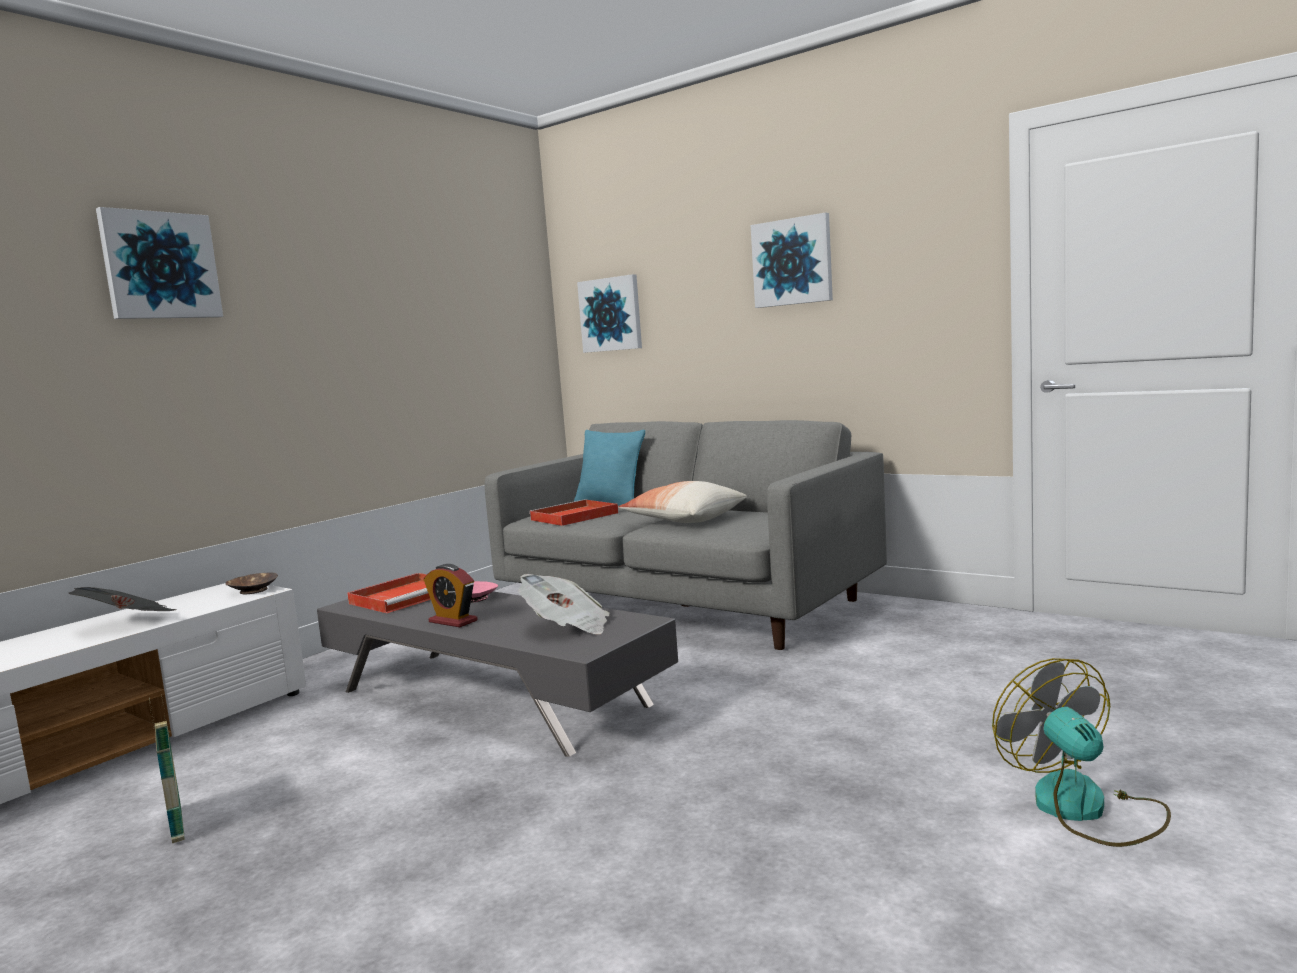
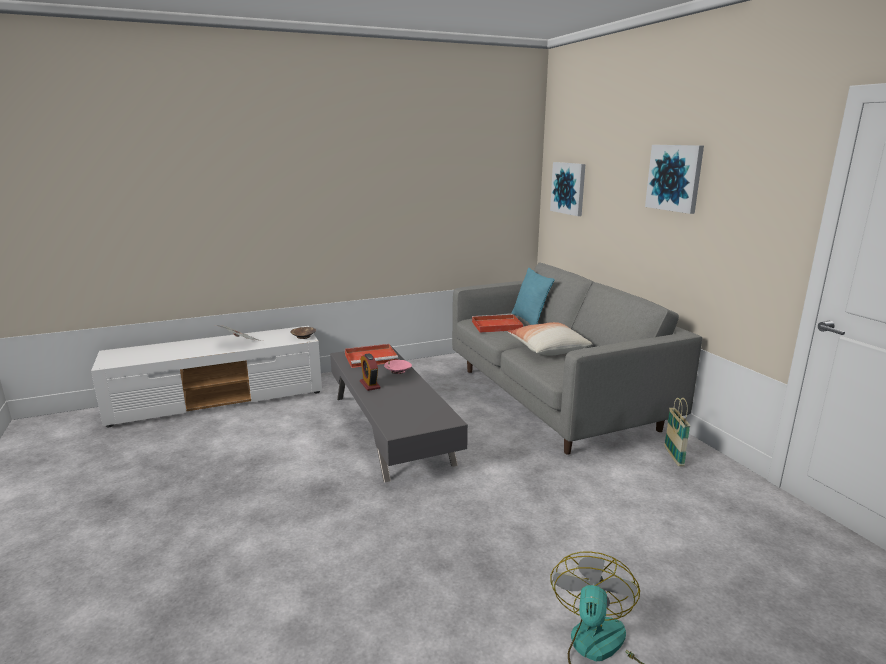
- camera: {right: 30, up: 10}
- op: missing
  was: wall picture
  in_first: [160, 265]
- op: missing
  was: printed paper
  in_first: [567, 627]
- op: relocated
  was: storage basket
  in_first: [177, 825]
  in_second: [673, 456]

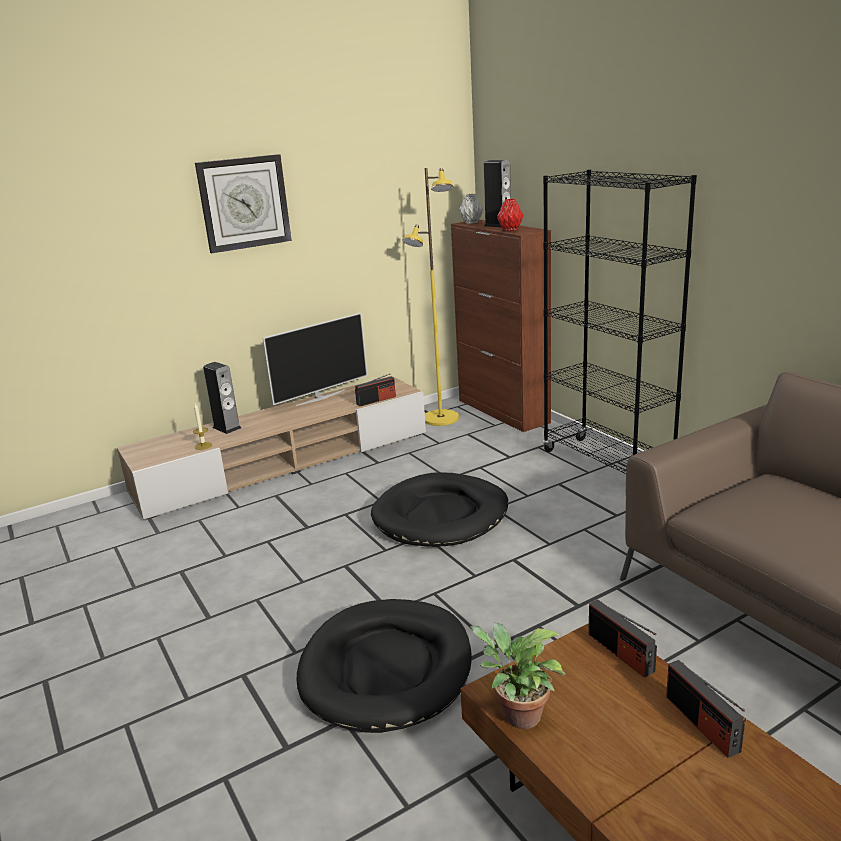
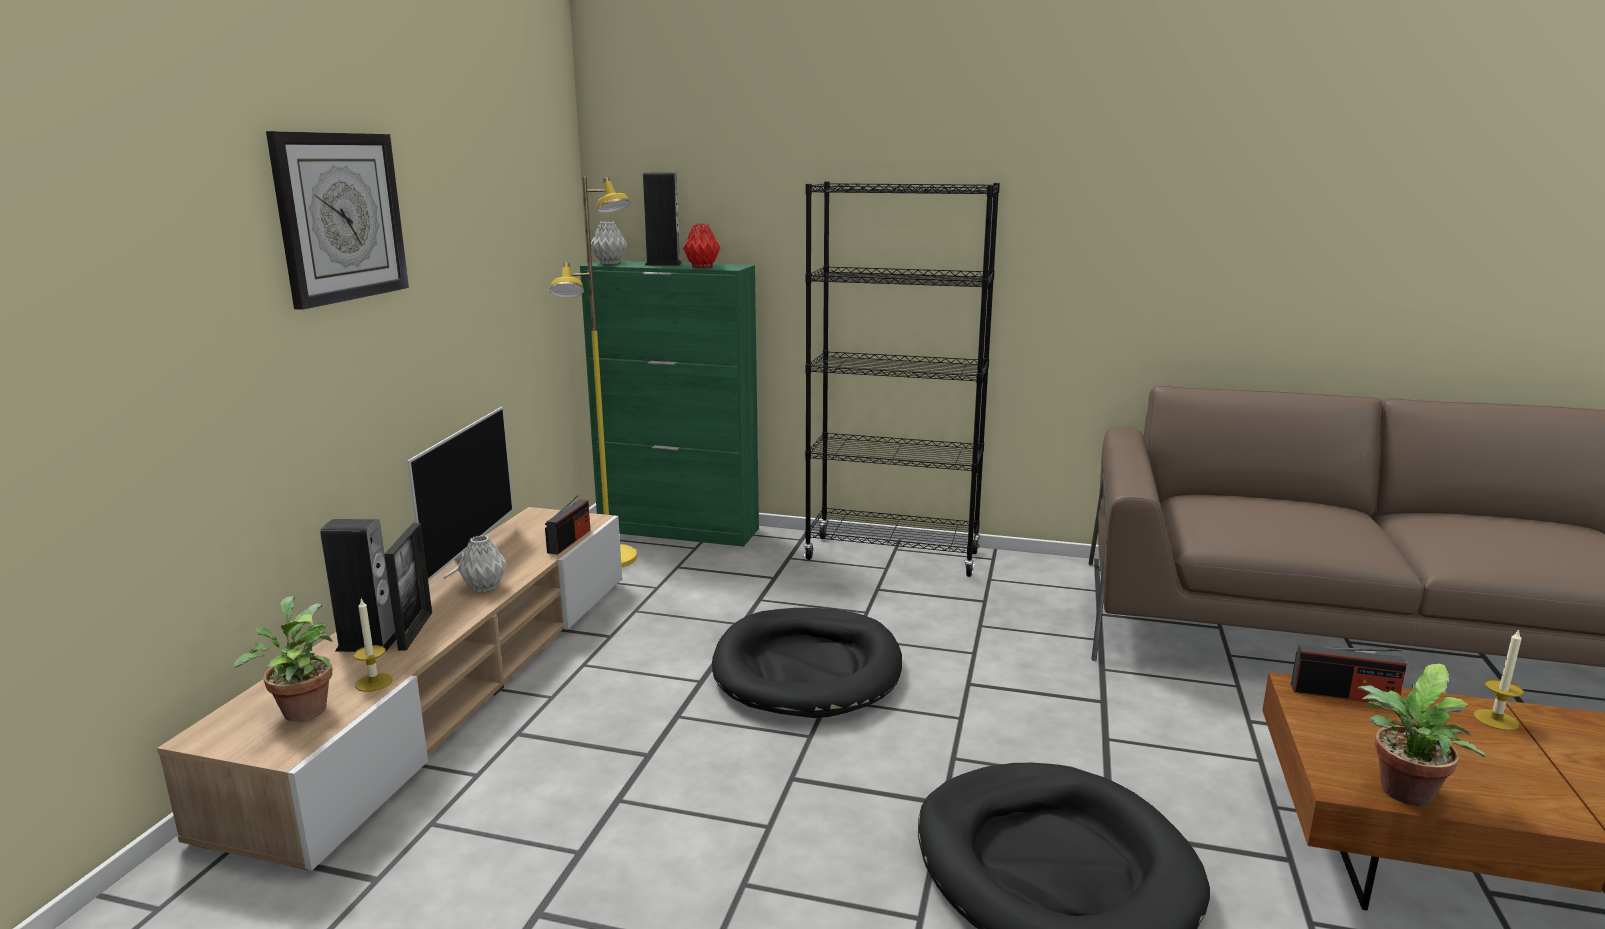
- camera: {right: -45, up: -5}
- op: colour
  was: brown-coloured storage cabinet
  now: greenish storage cabinet
  in_first: [503, 411]
  in_second: [679, 530]
- op: exchanged
  was: radio receiver
  now: wax candle
  in_first: [702, 723]
  in_second: [1496, 720]
- op: appeared
  now: picture frame
  in_second: [415, 631]
- op: appeared
  now: greyish decorative vase
  in_second: [484, 587]
- op: appeared
  now: potted plant
  in_second: [302, 709]

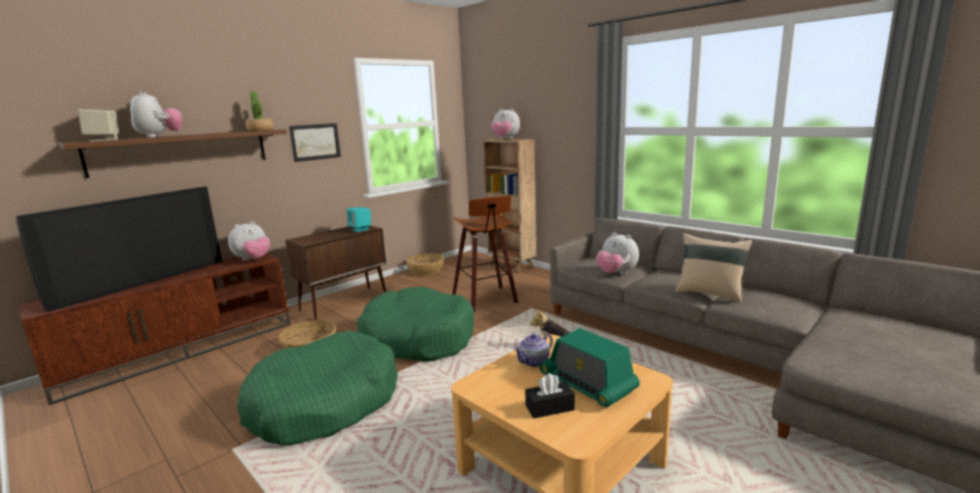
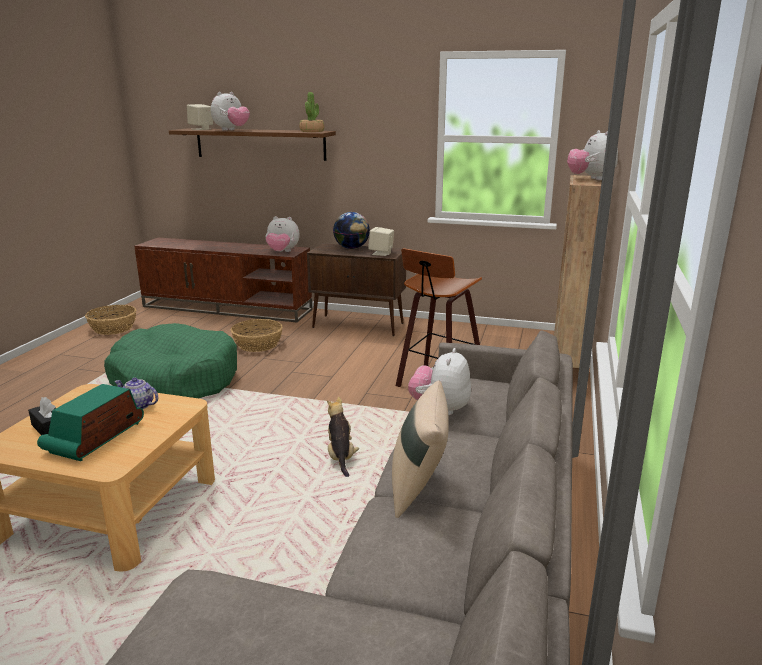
- camera: {right: 60, up: 5}
- op: missing
  was: wall picture
  in_first: [315, 142]
- op: missing
  was: TV set
  in_first: [142, 282]
- op: colour
  was: turquoise-coloured audio speaker
  now: sand-coloured audio speaker
  in_first: [360, 229]
  in_second: [381, 253]
- op: relocated
  was: storage basket
  in_first: [425, 271]
  in_second: [113, 328]
- op: missing
  was: greenish pet bed
  in_first: [418, 338]
- op: appeared
  now: desk globe
  in_second: [351, 248]

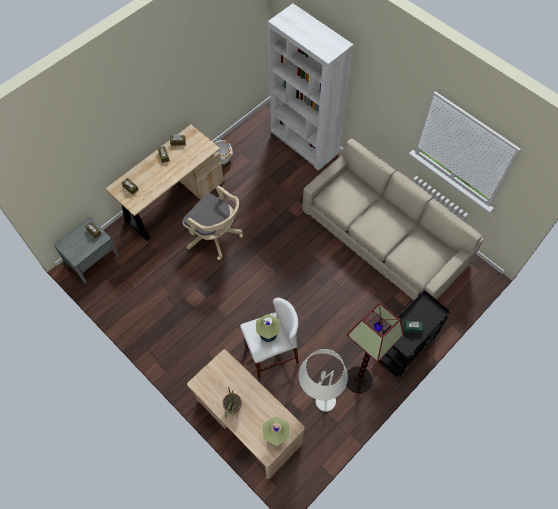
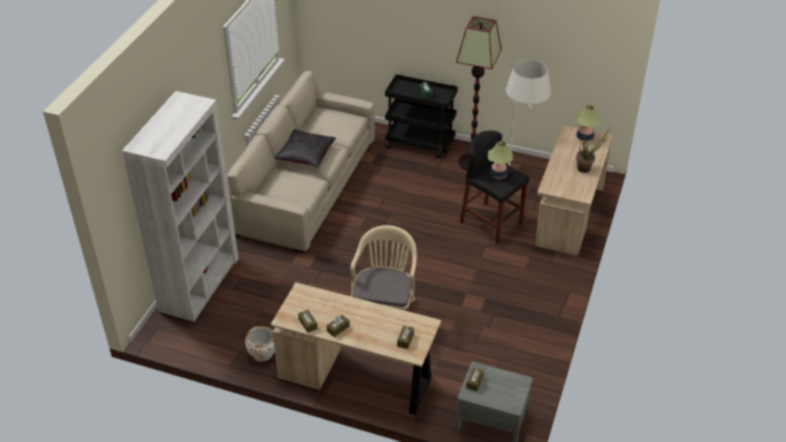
- camera: {right: -115, up: -20}
- op: colour
  was: white-coloured sitting stool
  now: black sitting stool
  in_first: [271, 354]
  in_second: [491, 223]
- op: appeared
  now: black cushion
  in_second: [306, 155]

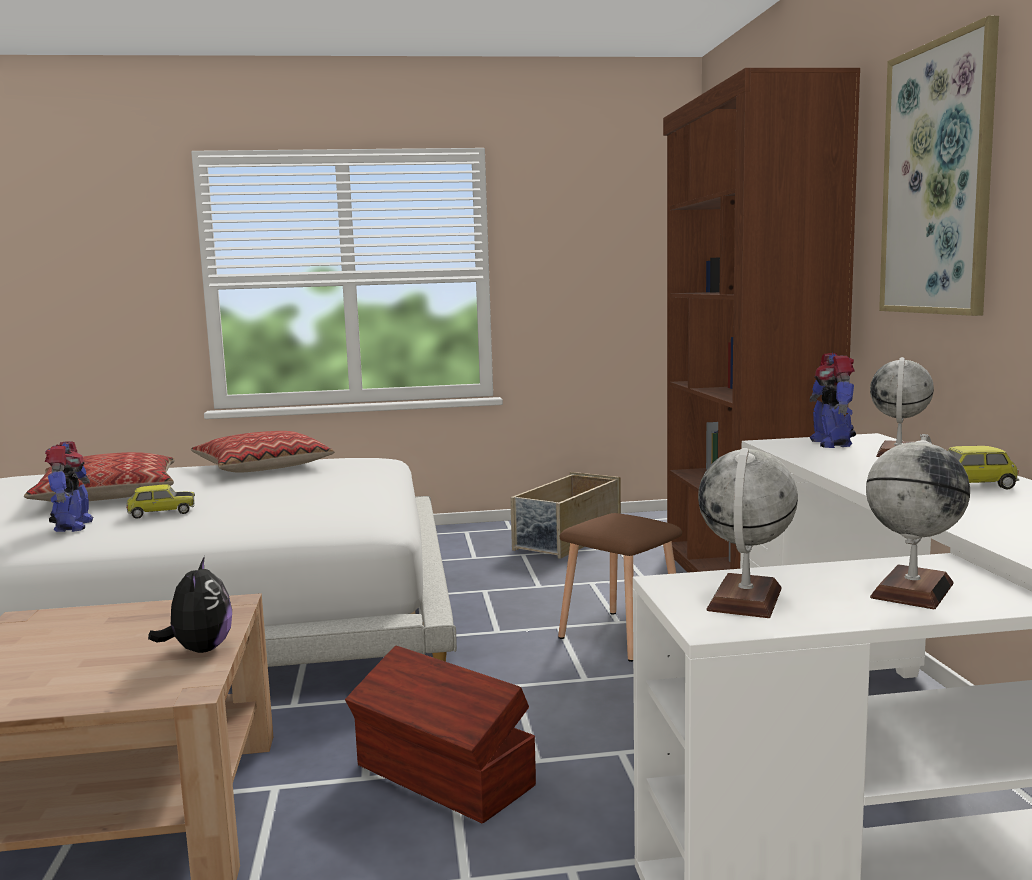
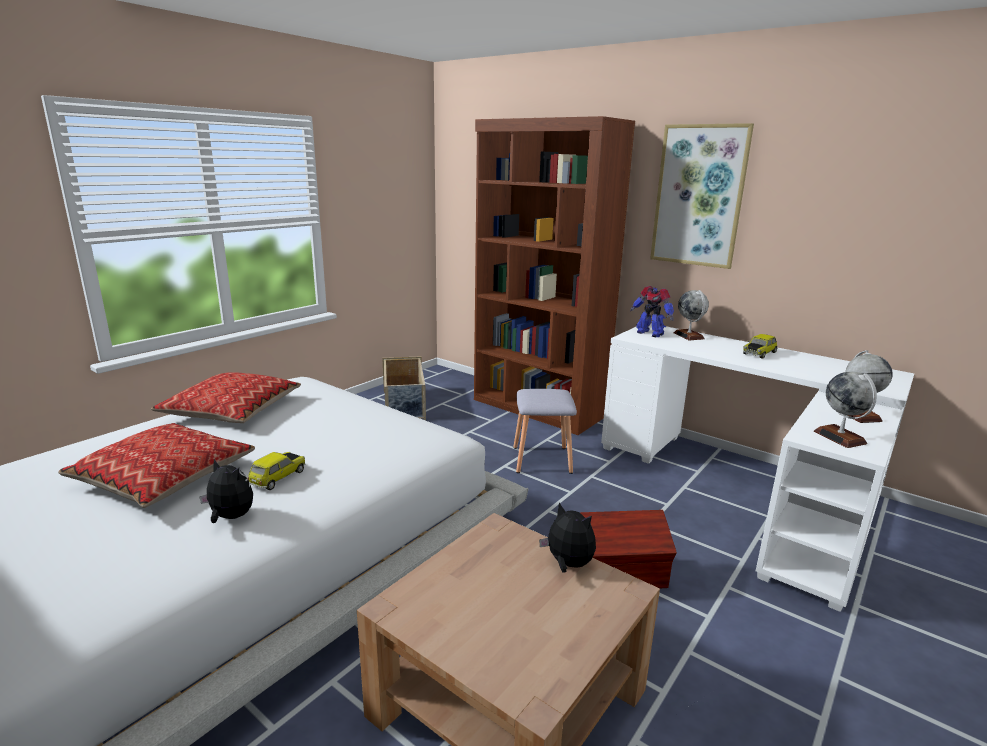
- camera: {right: -45, up: 10}
- op: exchanged
  was: model robot
  now: soft toy
  in_first: [72, 526]
  in_second: [230, 517]
- op: colour
  was: brown-coloured sitting stool
  now: greyish sitting stool
  in_first: [623, 635]
  in_second: [543, 459]

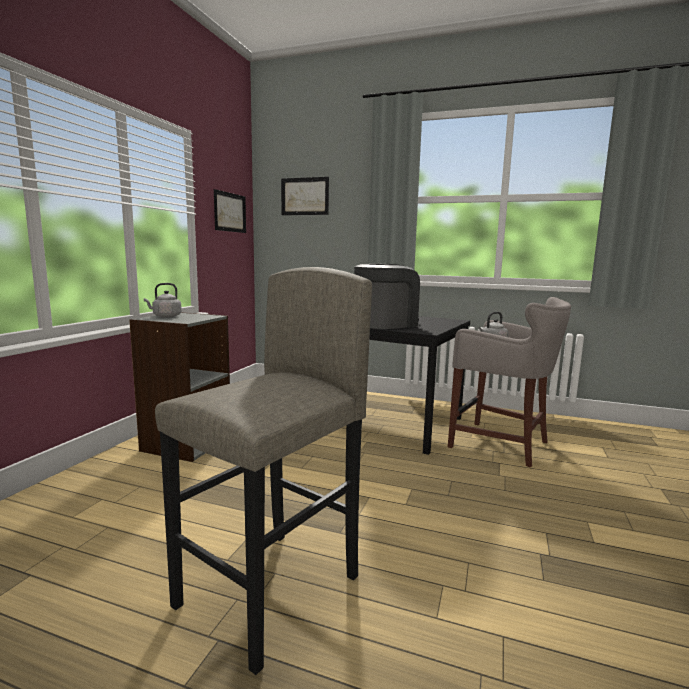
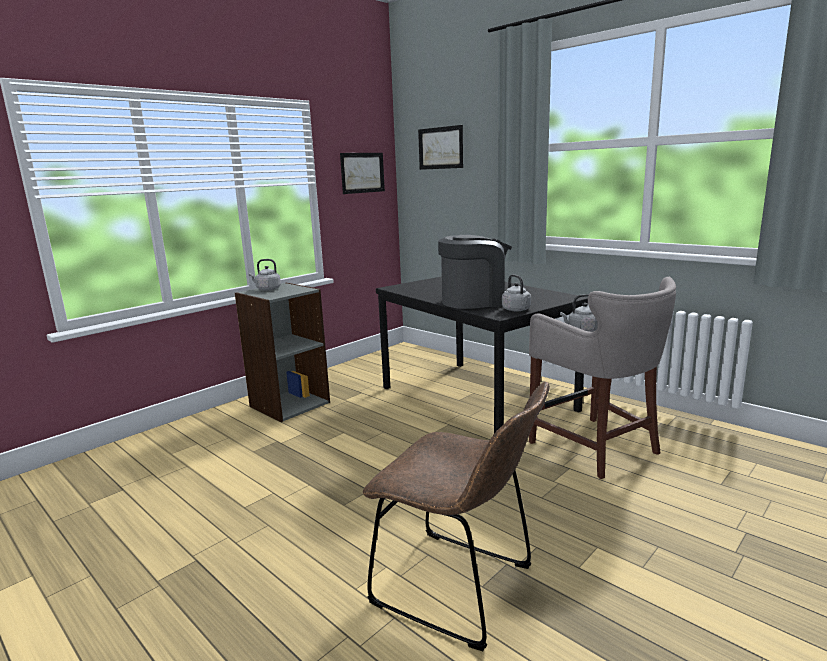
- camera: {right: 25, up: 5}
- op: missing
  was: greyish sitting stool
  in_first: [271, 592]
- op: appeared
  now: greyish water kettle
  in_second: [517, 310]
- op: appeared
  now: brown-coloured plain chair
  in_second: [460, 588]

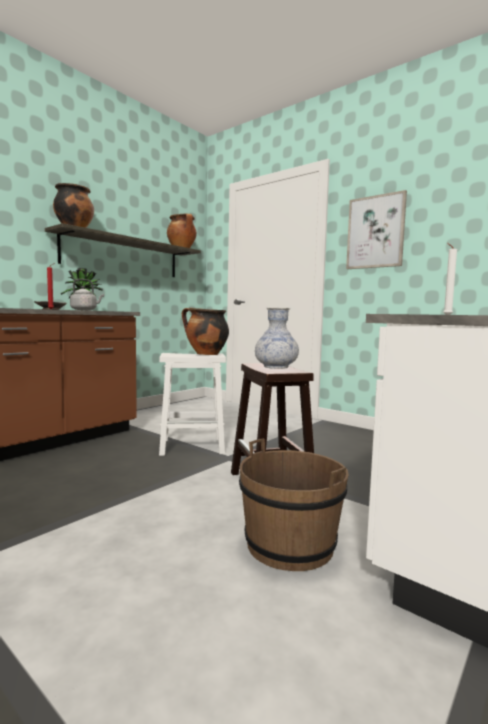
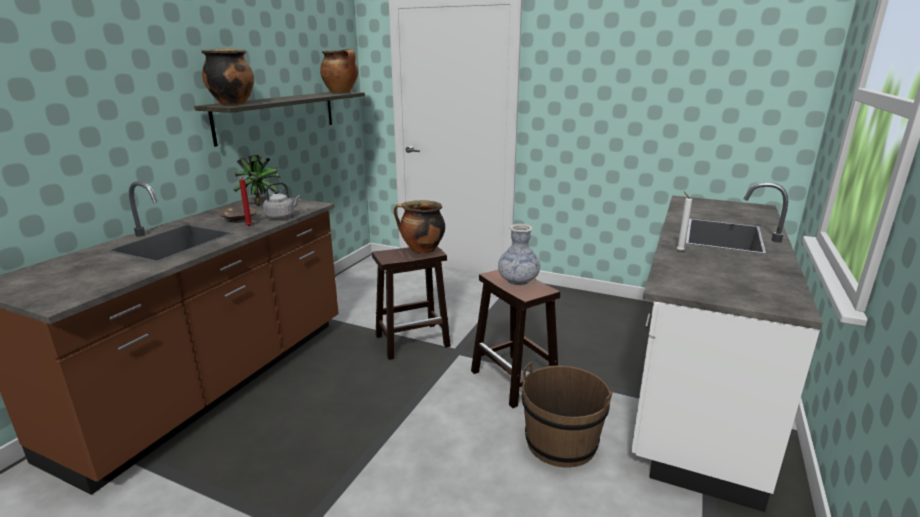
- camera: {right: -15, up: 15}
- op: missing
  was: wall picture
  in_first: [375, 232]
- op: colour
  was: white-coloured sitting stool
  now: brown-coloured sitting stool
  in_first: [193, 446]
  in_second: [413, 340]

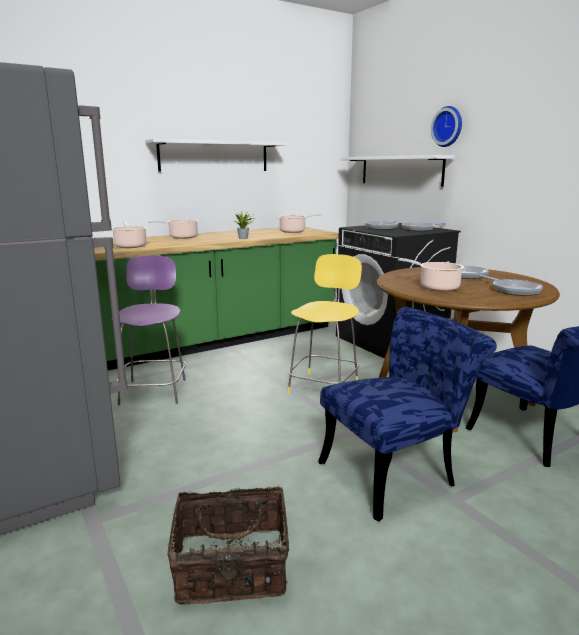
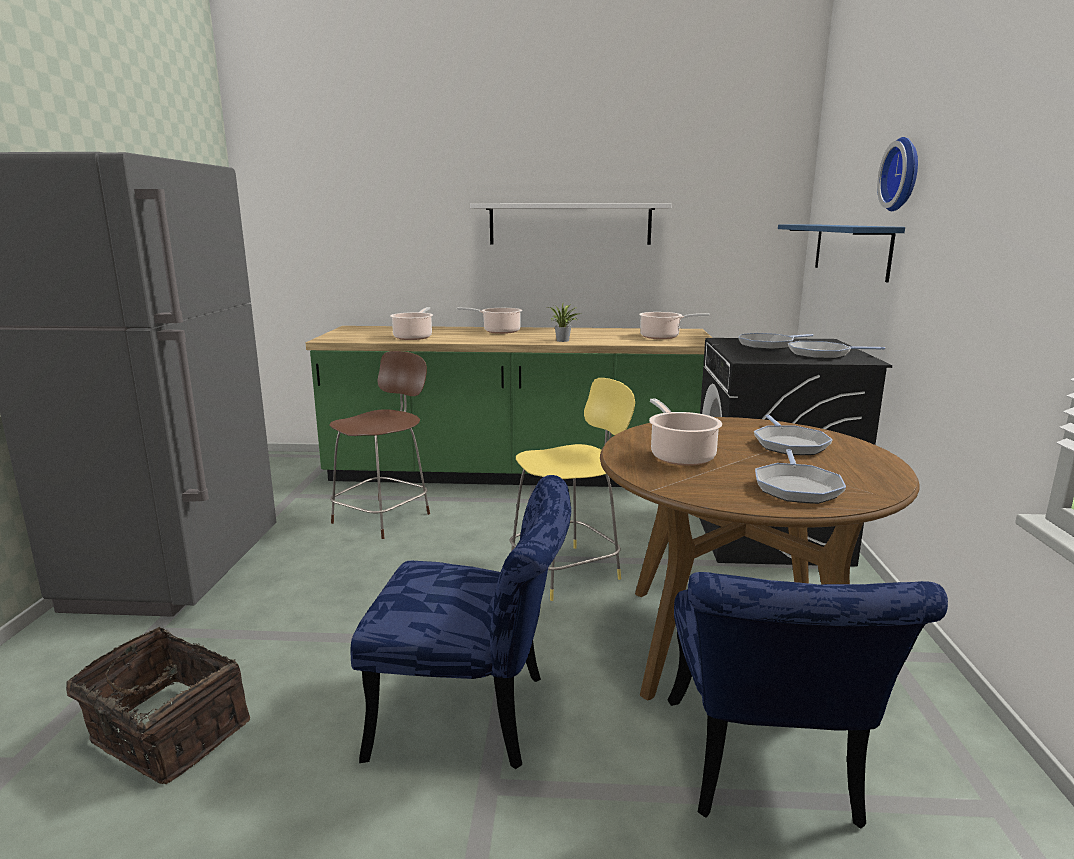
- camera: {right: 35, up: 0}
- op: colour
  was: white-coloured wall shelf
  now: bluish wall shelf
  in_first: [400, 170]
  in_second: [850, 249]
- op: colour
  was: purple sitting stool
  now: brown-coloured sitting stool
  in_first: [154, 390]
  in_second: [384, 517]

